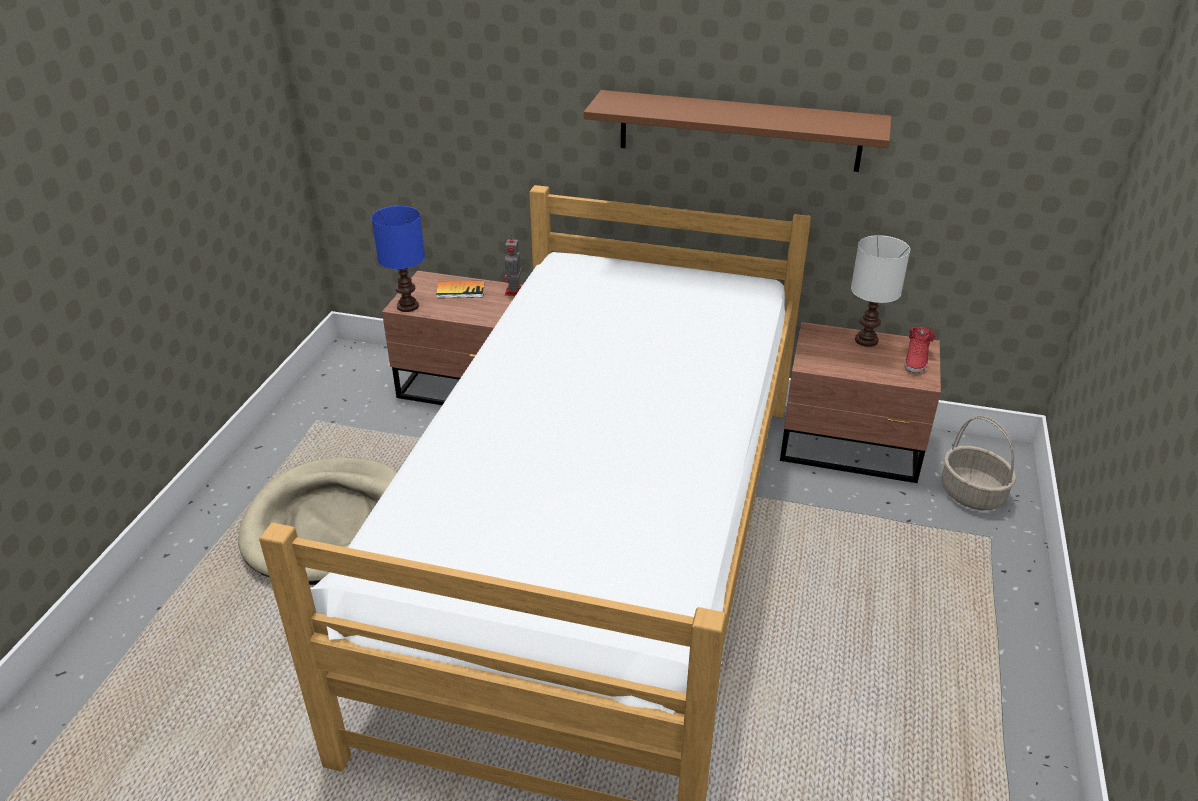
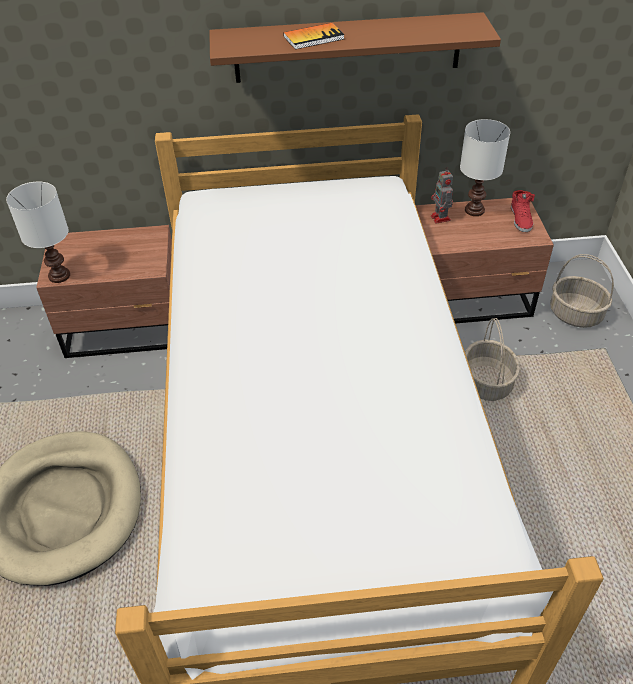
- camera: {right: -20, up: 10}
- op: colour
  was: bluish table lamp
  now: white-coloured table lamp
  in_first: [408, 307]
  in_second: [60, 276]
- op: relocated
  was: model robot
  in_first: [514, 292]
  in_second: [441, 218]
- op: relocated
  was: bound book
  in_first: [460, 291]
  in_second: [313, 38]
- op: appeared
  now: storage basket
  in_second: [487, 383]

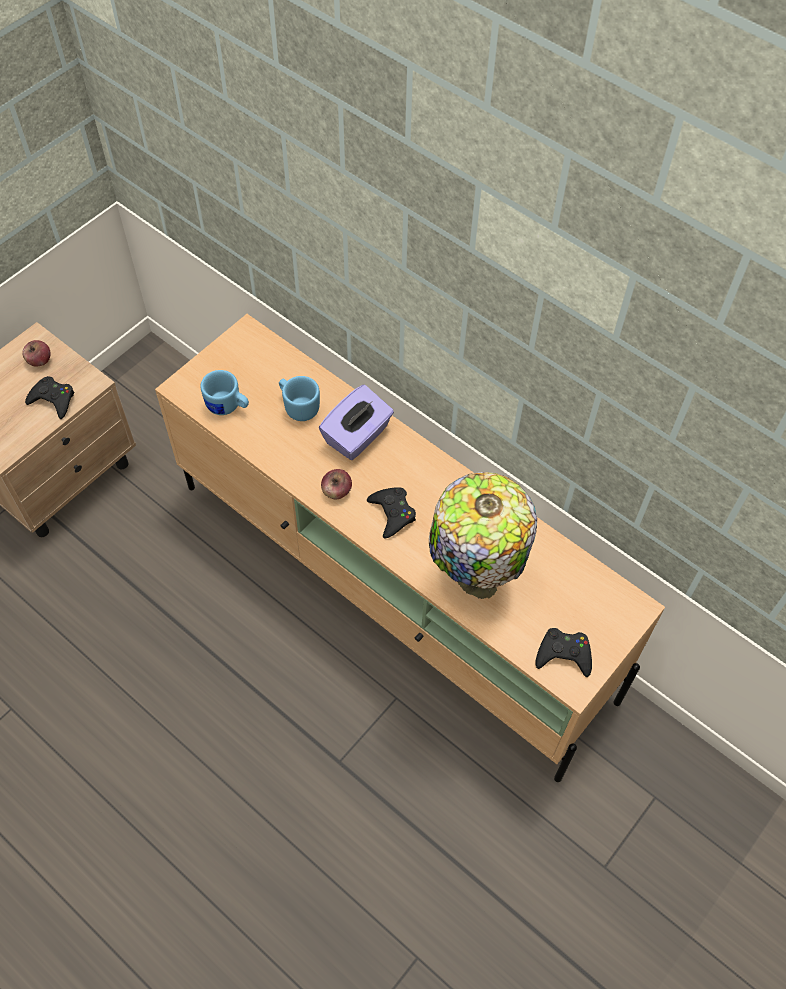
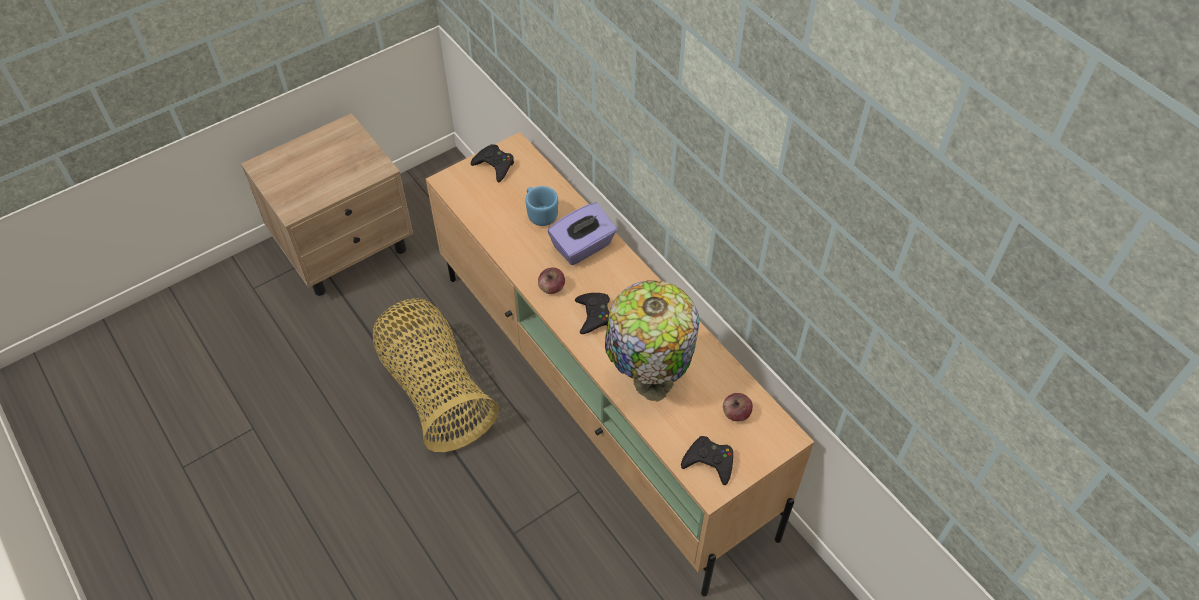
- camera: {right: 15, up: -5}
- op: relocated
  was: whole apple
  in_first: [39, 361]
  in_second: [736, 414]
- op: missing
  was: bluish mug
  in_first: [228, 407]
- op: relocated
  was: black gamepad
  in_first: [53, 400]
  in_second: [494, 165]
- op: appeared
  now: storage basket
  in_second: [435, 390]

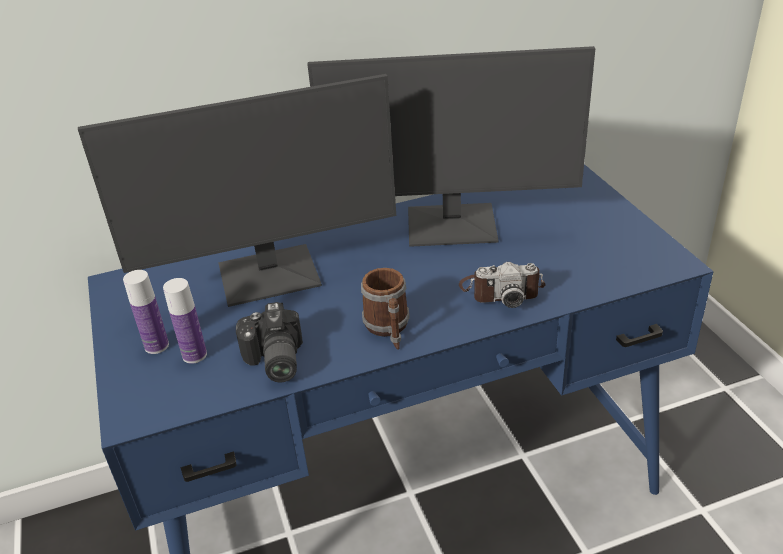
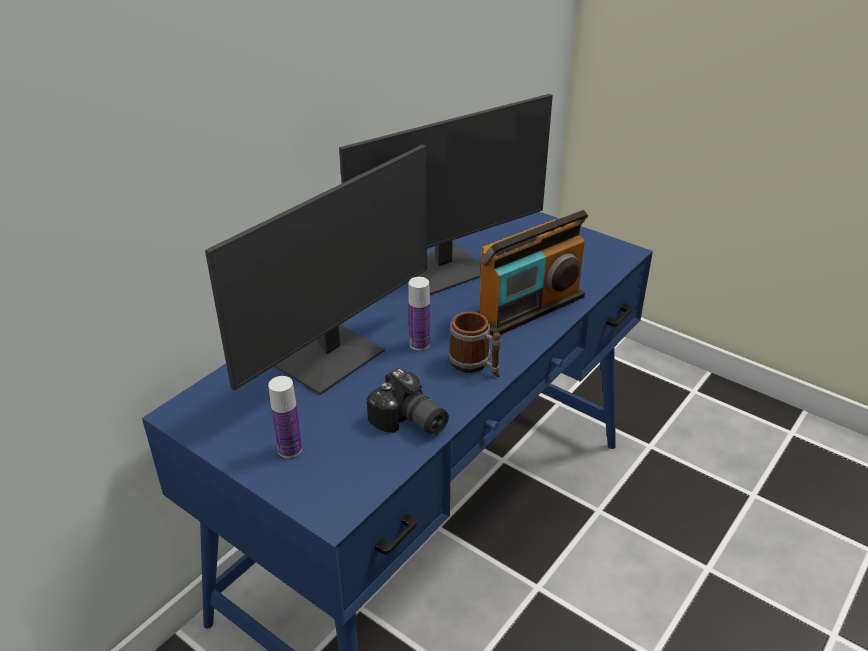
- camera: {right: -35, up: 0}
- op: exchanged
  was: photo camera
  now: radio receiver
  in_first: [501, 290]
  in_second: [528, 308]
- op: relocated
  was: beverage bottle
  in_first: [194, 355]
  in_second: [419, 344]

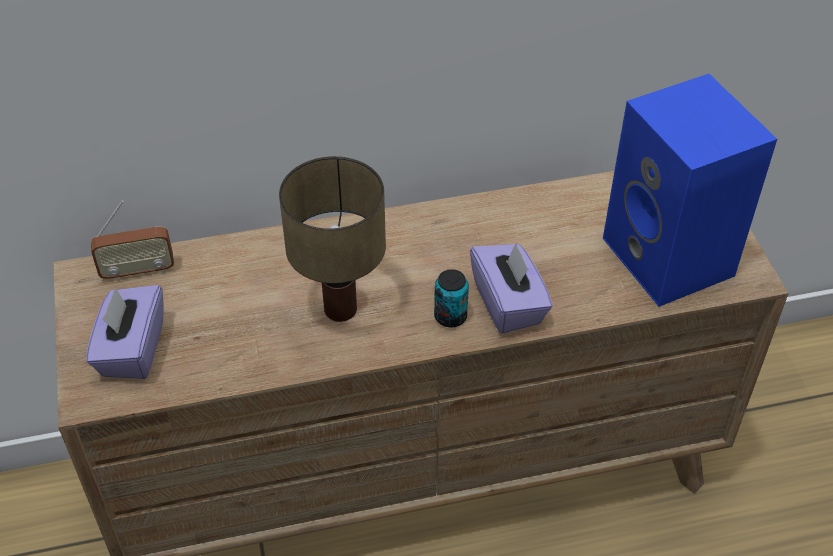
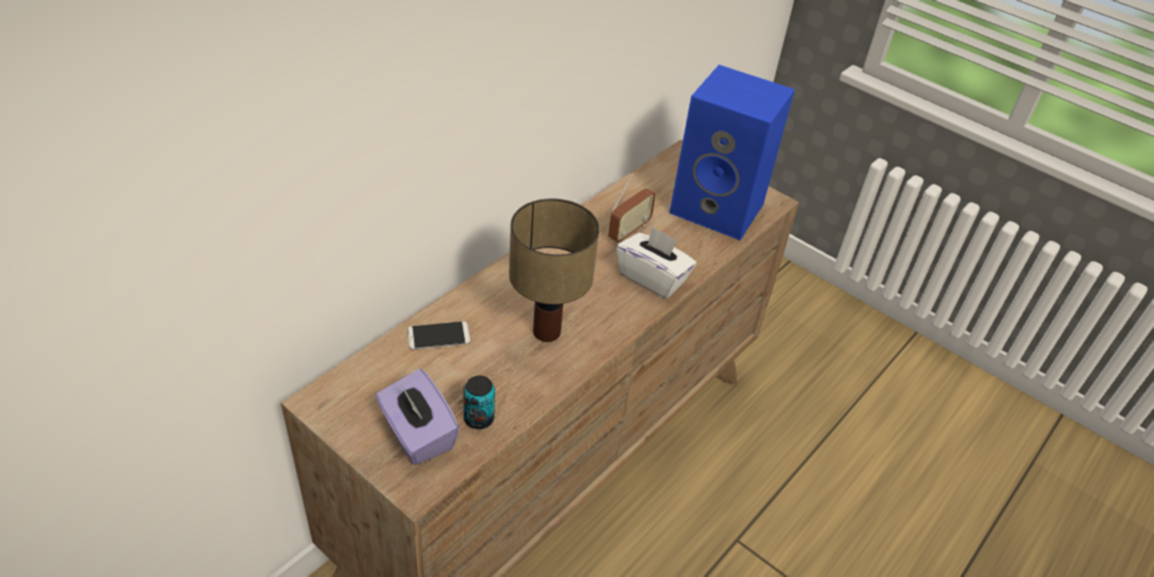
- camera: {right: -40, up: -5}
- op: relocated
  was: radio receiver
  in_first: [138, 271]
  in_second: [629, 231]
- op: colour
  was: purple box of tissues
  now: white-coloured box of tissues
  in_first: [508, 304]
  in_second: [652, 278]
- op: relocated
  was: sealed can
  in_first: [450, 316]
  in_second: [479, 419]
- op: appeared
  now: telephone
  in_second: [438, 336]

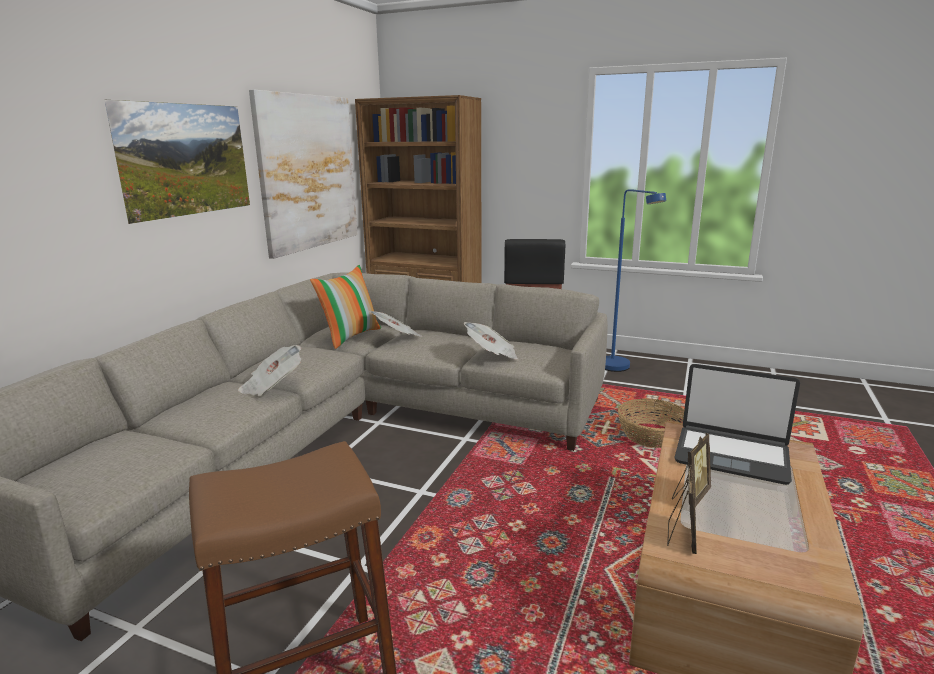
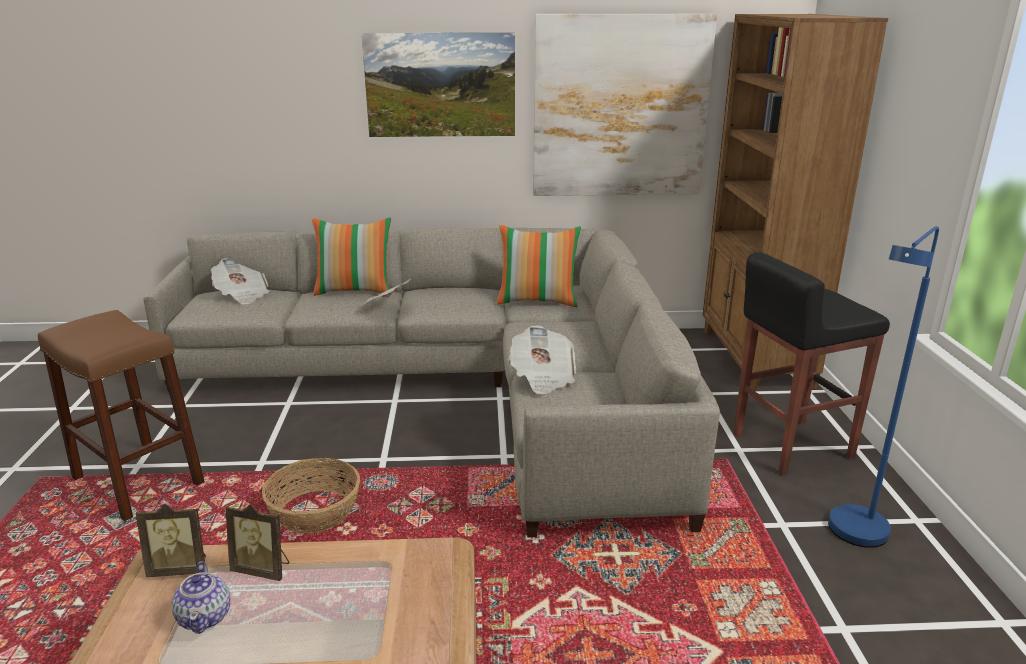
- camera: {right: 65, up: 5}
- op: relocated
  was: printed paper
  in_first: [397, 337]
  in_second: [242, 295]
- op: missing
  was: laptop
  in_first: [731, 455]
- op: relocated
  was: storage basket
  in_first: [651, 435]
  in_second: [315, 511]
- op: appeared
  now: cushion
  in_second: [355, 291]
- op: appeared
  now: tea pot
  in_second: [205, 617]

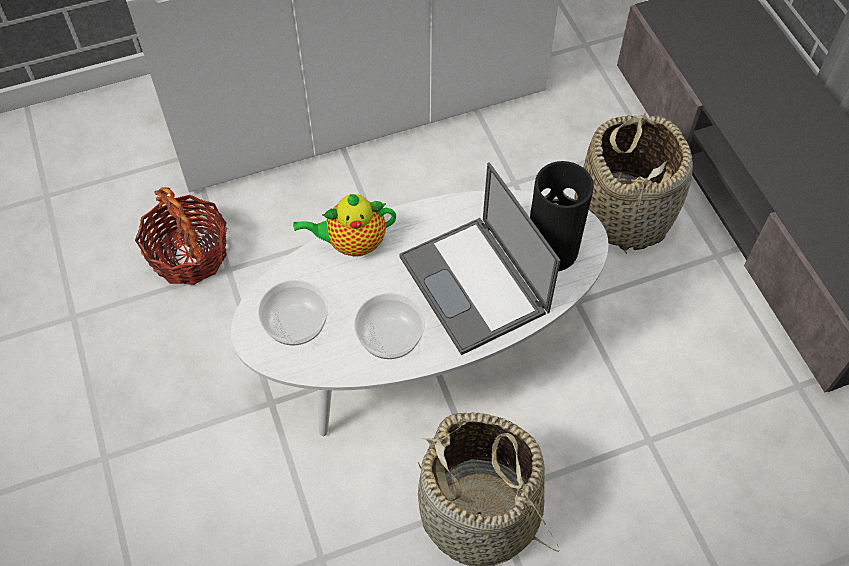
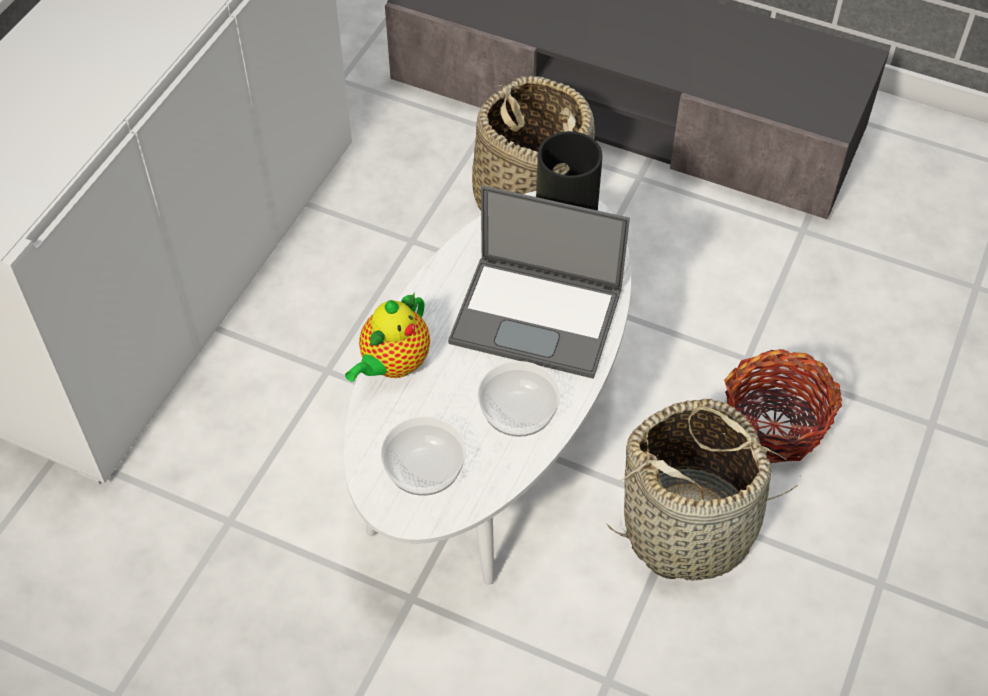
- camera: {right: -45, up: -5}
- op: relocated
  was: storage basket
  in_first: [189, 254]
  in_second: [774, 424]

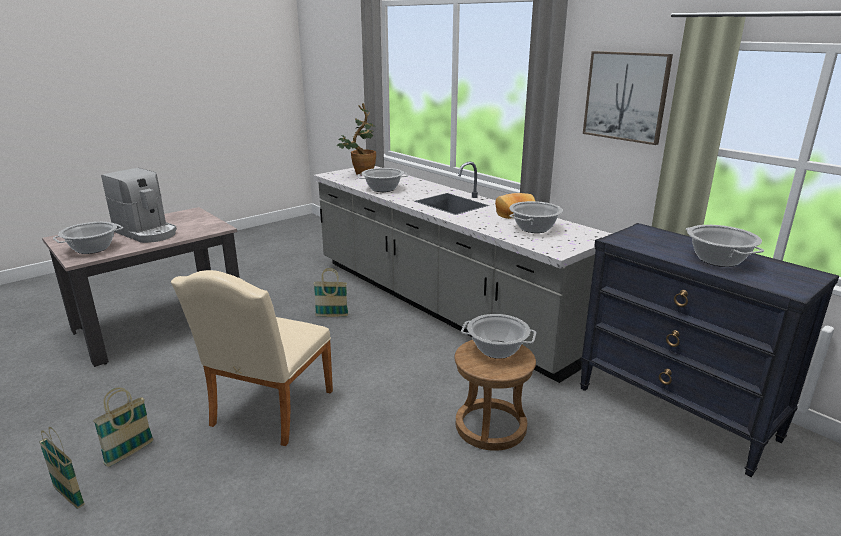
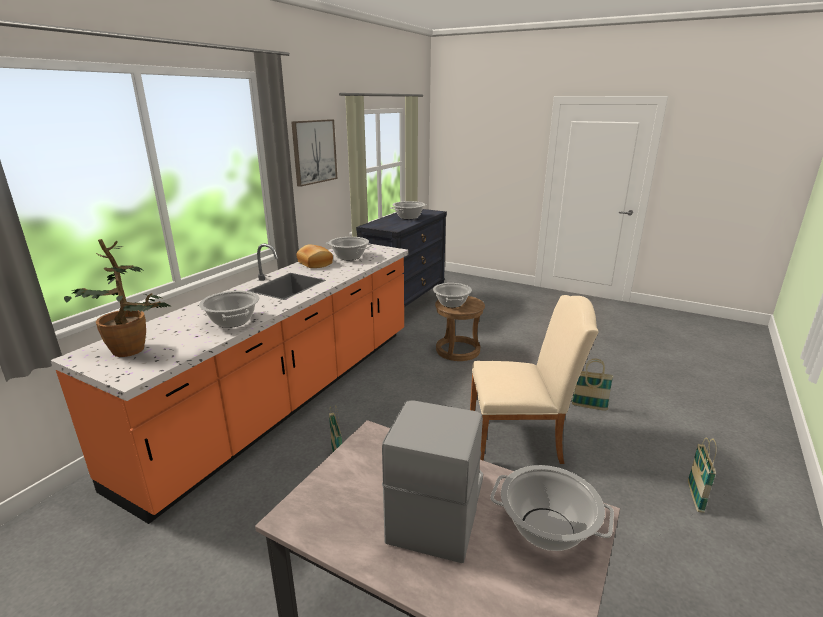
- camera: {right: -110, up: 0}
- op: colour
  was: greyish kitchen counter
  now: orange kitchen counter
  in_first: [439, 304]
  in_second: [289, 396]
- op: relocated
  was: storage basket
  in_first: [130, 453]
  in_second: [589, 407]

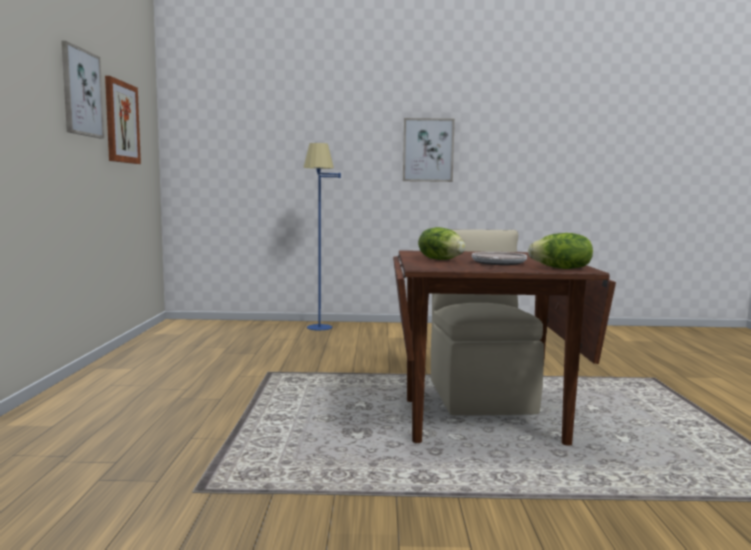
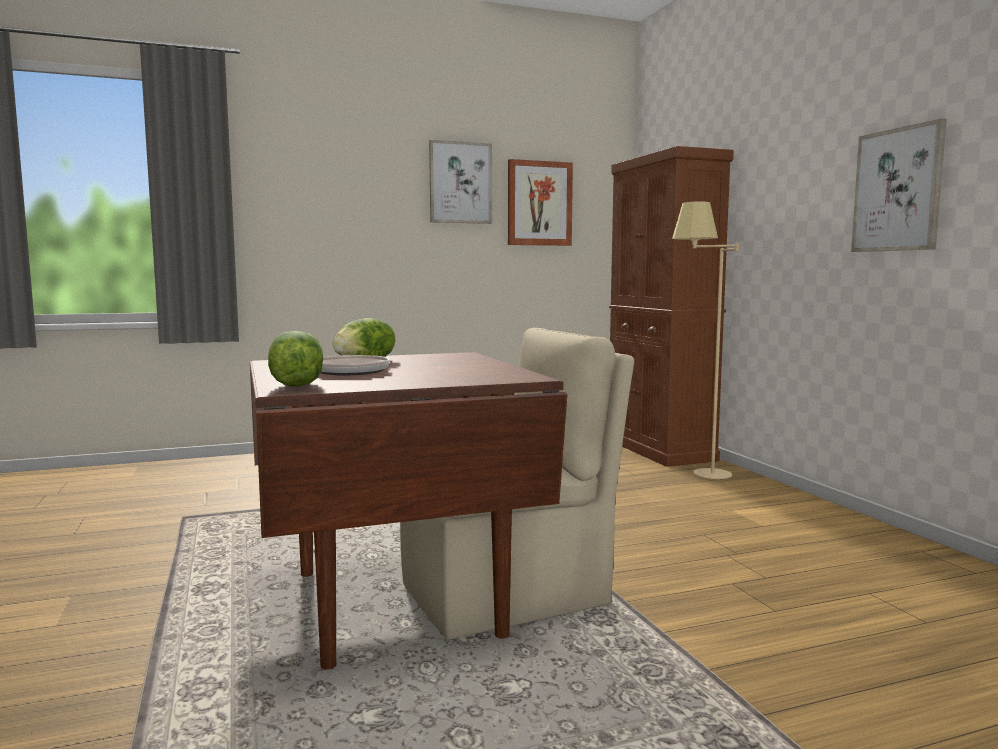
- camera: {right: 70, up: 0}
- op: colour
  was: bluish standard lamp
  now: sand-coloured standard lamp
  in_first: [320, 330]
  in_second: [699, 476]
- op: appeared
  now: brown-coloured storage cabinet
  in_second: [659, 450]

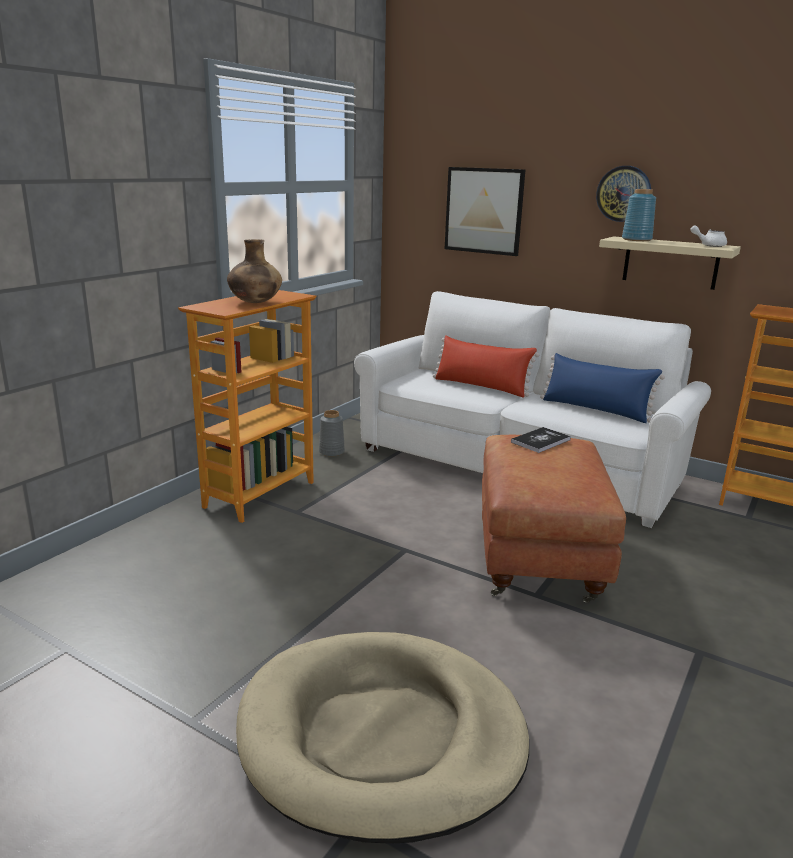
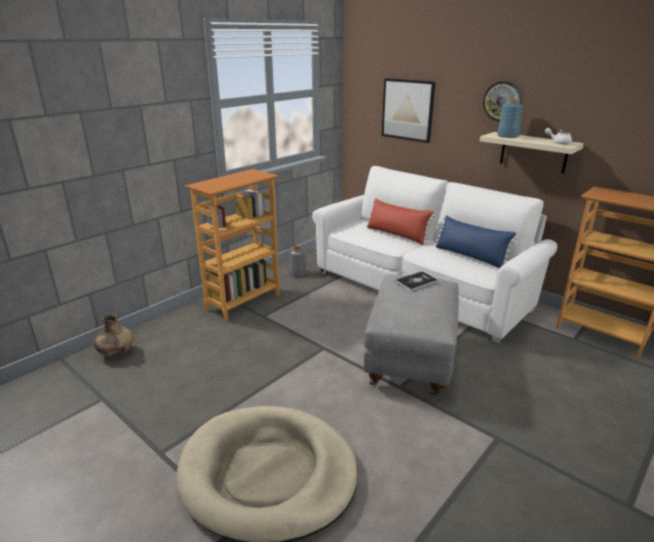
- camera: {right: 10, up: 5}
- op: relocated
  was: brown-coloured decorative vase
  in_first: [255, 302]
  in_second: [116, 353]
- op: colour
  was: brown-coloured footrest
  now: greyish footrest
  in_first: [539, 558]
  in_second: [411, 360]

